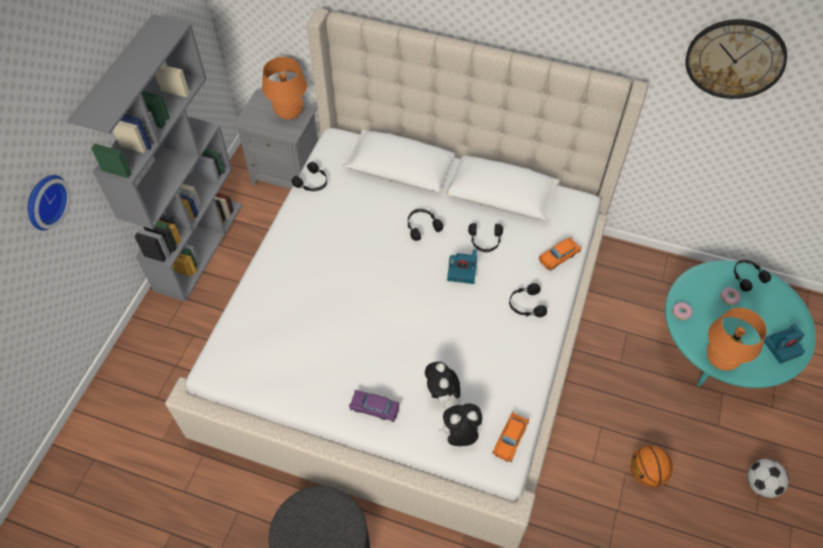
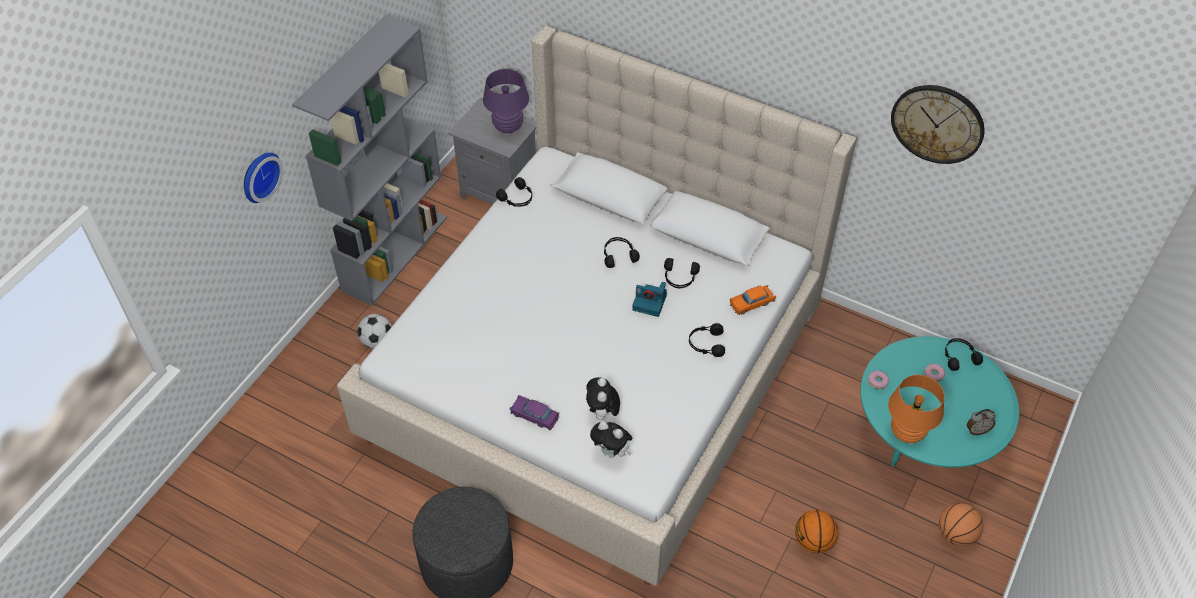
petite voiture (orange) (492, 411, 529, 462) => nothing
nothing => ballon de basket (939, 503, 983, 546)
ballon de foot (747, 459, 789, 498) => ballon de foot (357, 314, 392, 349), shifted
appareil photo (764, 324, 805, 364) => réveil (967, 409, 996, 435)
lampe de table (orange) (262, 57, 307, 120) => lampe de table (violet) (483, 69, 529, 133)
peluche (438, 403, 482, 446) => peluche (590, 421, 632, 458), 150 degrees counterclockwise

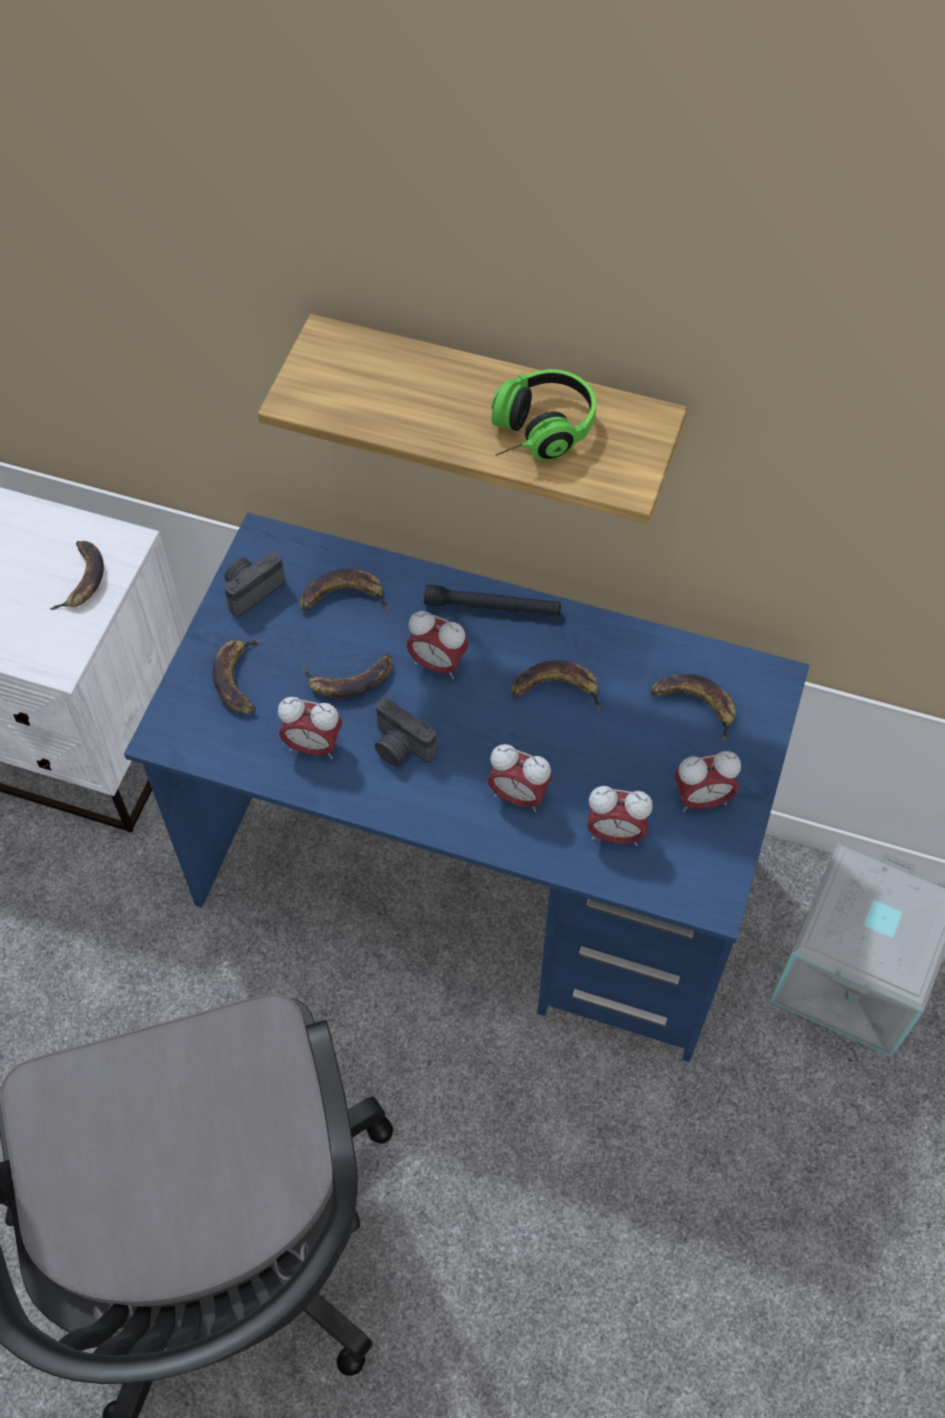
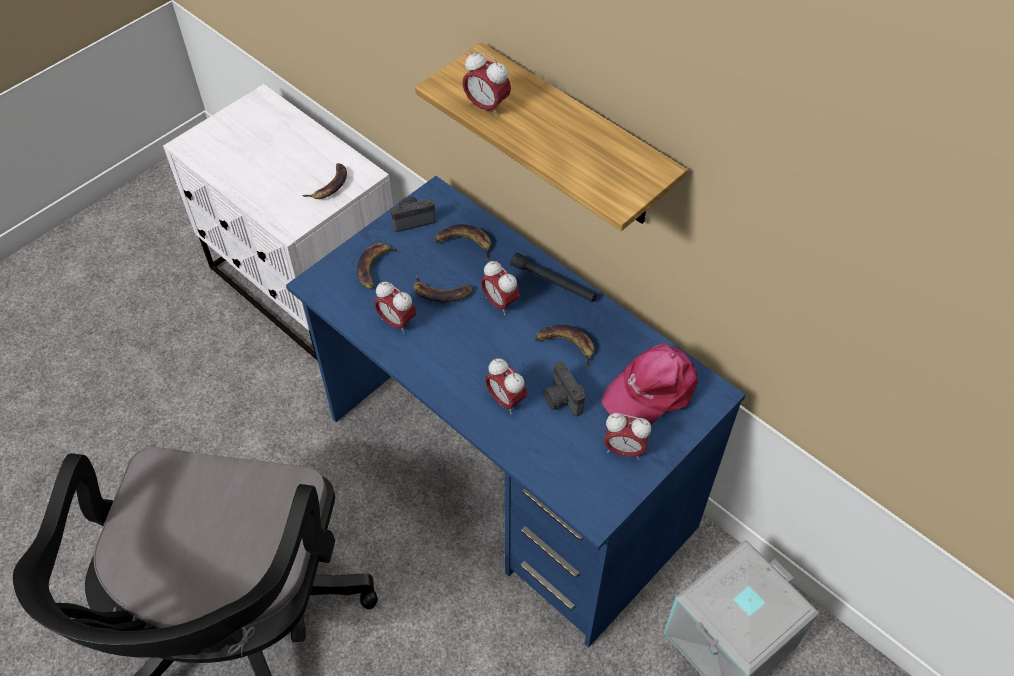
casque audio (491, 369, 597, 461) => nothing
appareil photo (375, 697, 437, 766) => appareil photo (543, 361, 585, 416), shifted
réveil (587, 786, 653, 846) => réveil (462, 51, 511, 118), shifted
banane (650, 674, 736, 742) => casquette (rose) (601, 343, 698, 425)

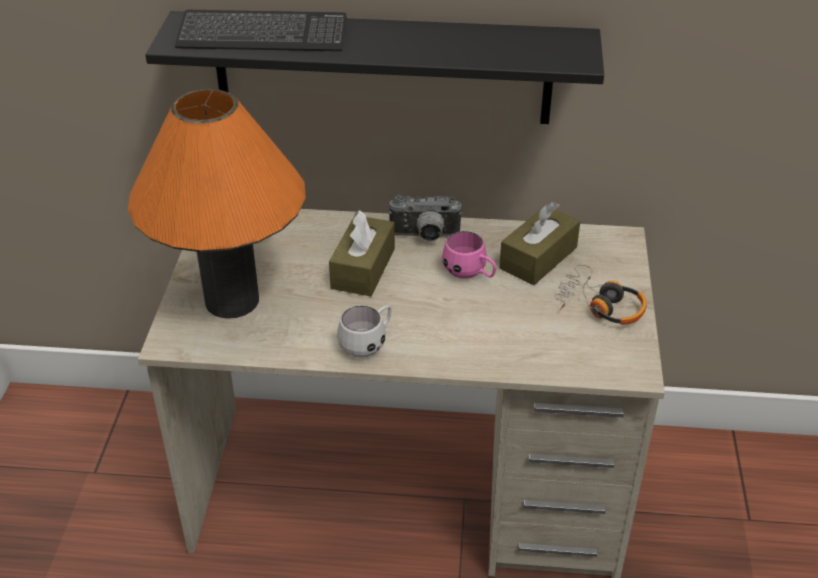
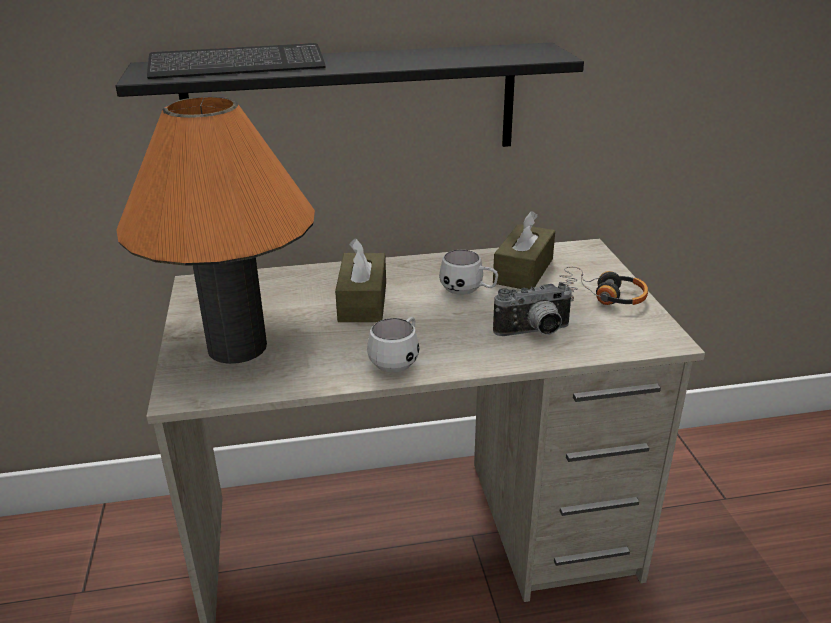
appareil photo (388, 195, 462, 242) => appareil photo (493, 283, 574, 336), shifted
mug (rose) (442, 231, 497, 279) => mug (blanc) (439, 250, 498, 295)

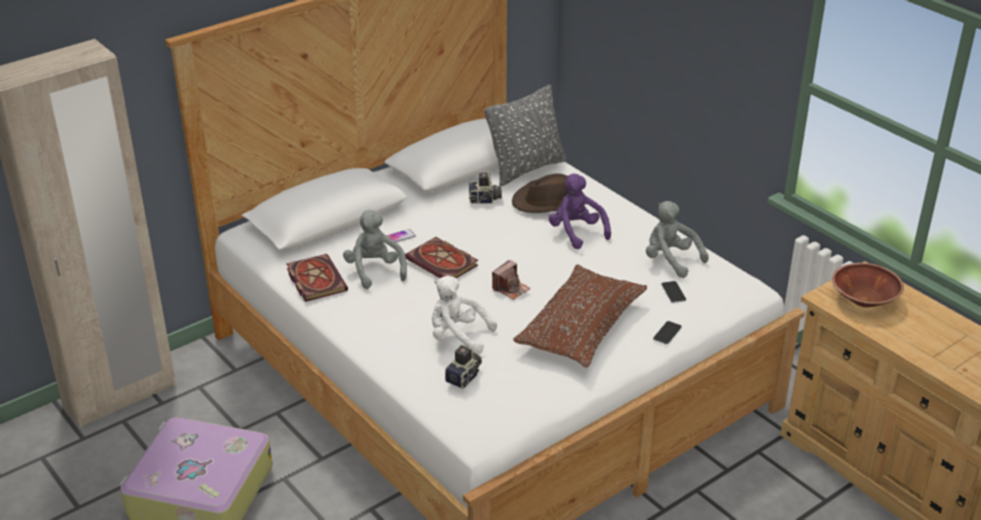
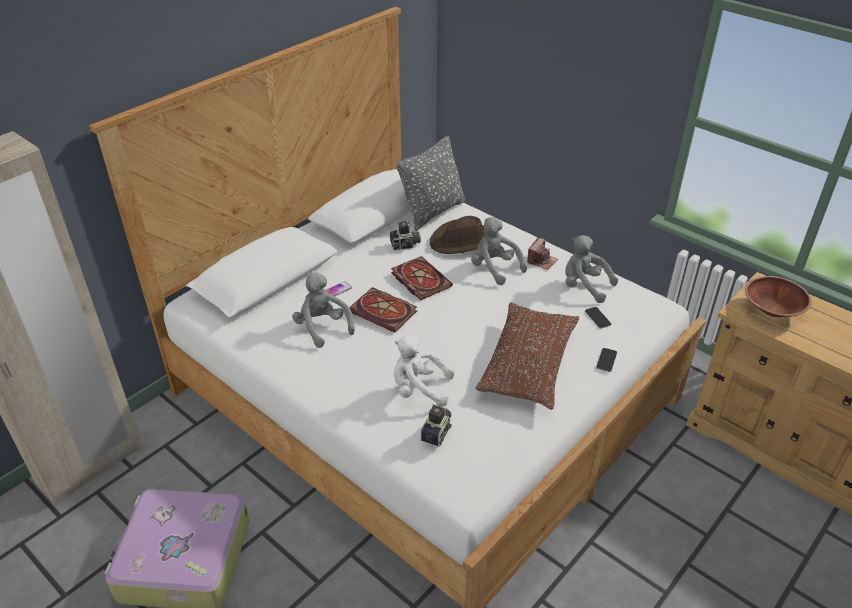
livre (286, 254, 348, 302) => livre (391, 256, 453, 301), shifted
appareil photo (492, 260, 531, 300) => appareil photo (527, 238, 558, 270), shifted
peluche (violet) (549, 174, 611, 249) => peluche (gris) (471, 217, 527, 285)

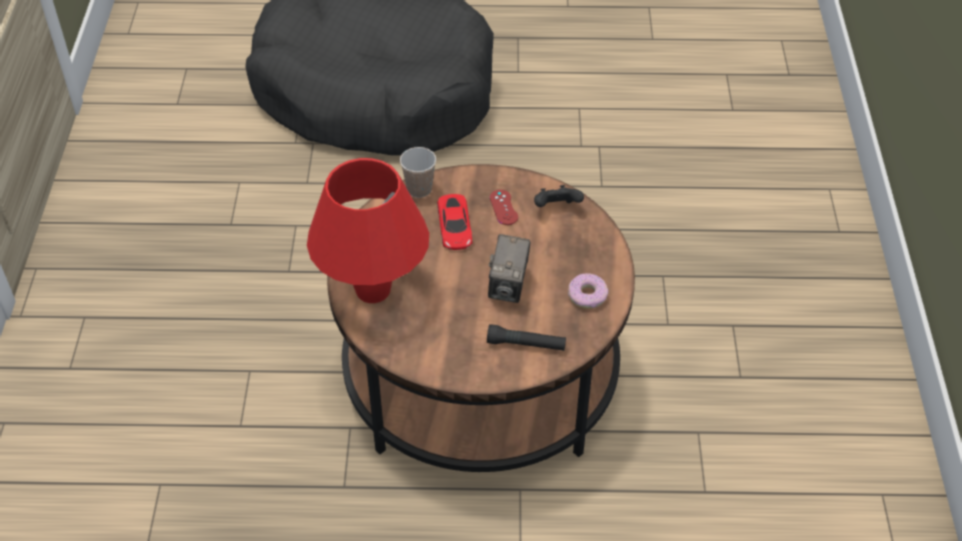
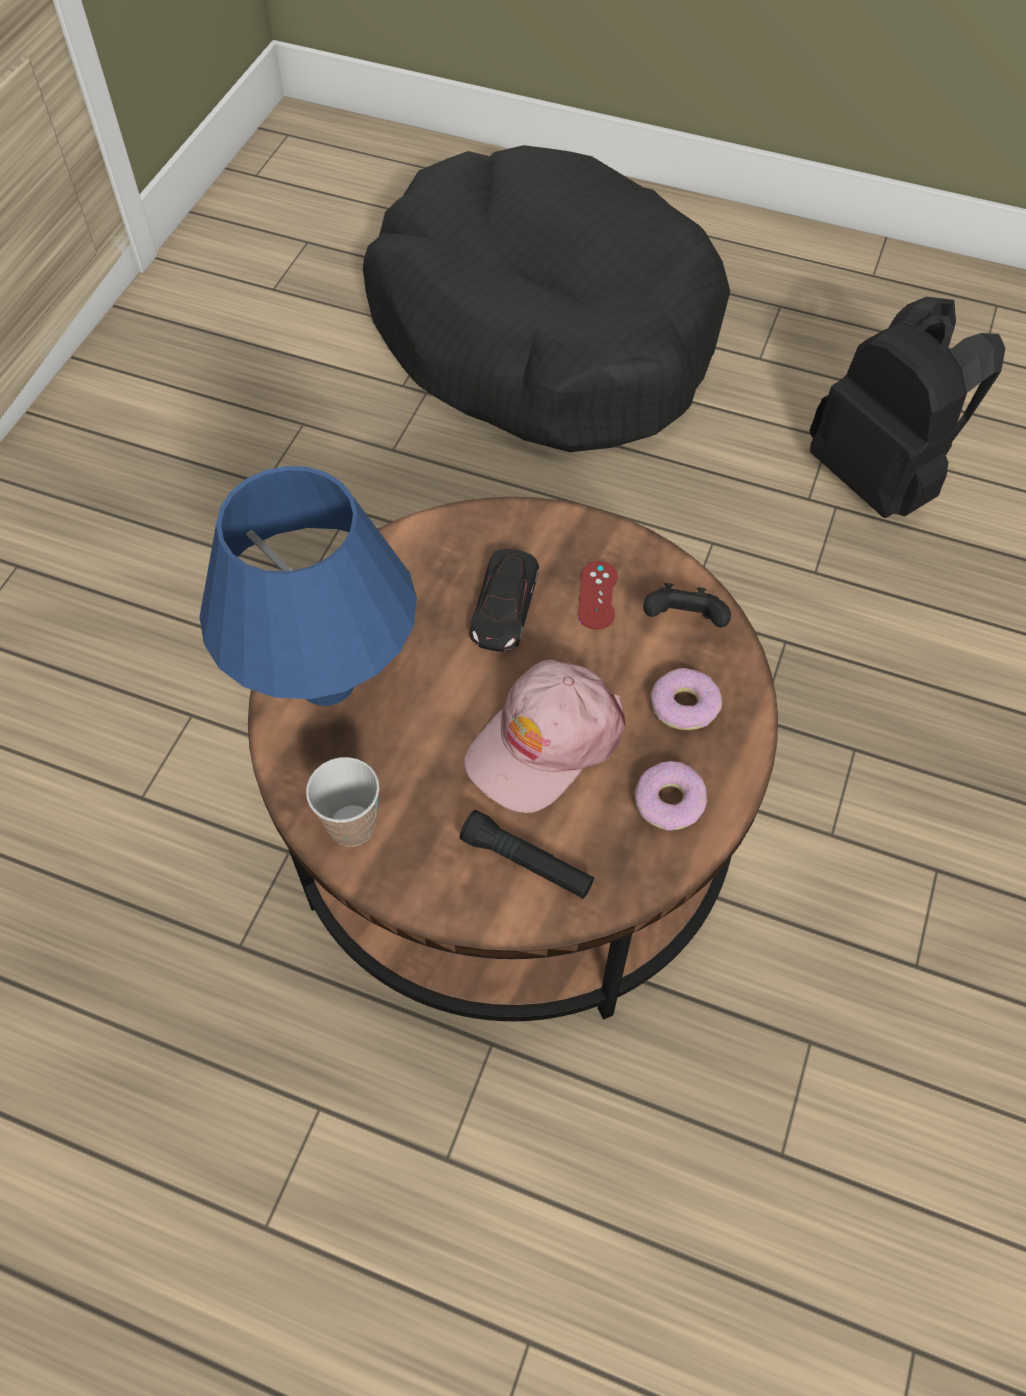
nothing => beignet (651, 668, 722, 730)
nothing => sac à dos (noir) (810, 297, 1005, 518)
tasse (400, 147, 436, 198) => tasse (306, 757, 379, 847), shifted
appareil photo (488, 234, 531, 303) => casquette (rose) (464, 659, 626, 813)
lampe de table (rouge) (307, 158, 429, 303) => lampe de table (bleu) (200, 466, 417, 706)
petite voiture (rouge) (437, 194, 472, 250) => petite voiture (noir) (470, 549, 539, 652)

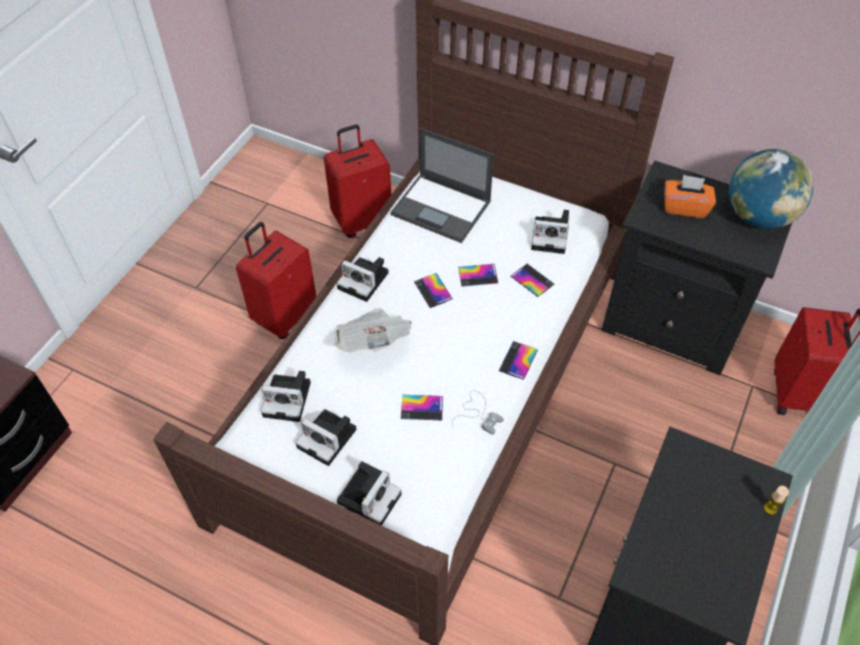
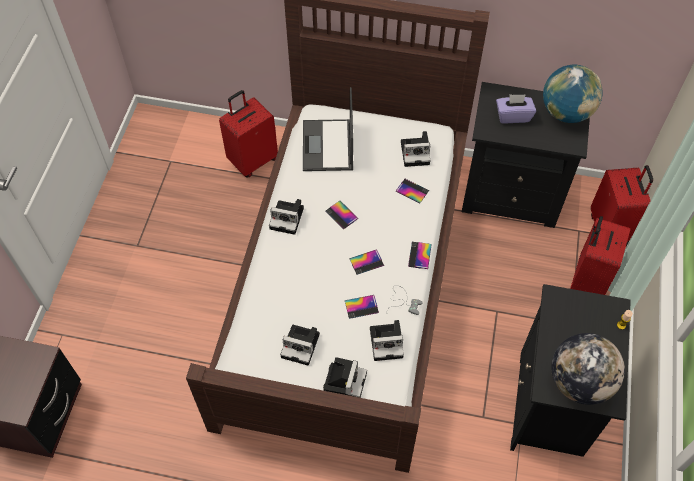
journal (335, 308, 412, 352) => nothing
nothing => globe (551, 333, 625, 405)
valise (rouge) (236, 222, 316, 339) => valise (rouge) (570, 216, 631, 295), shifted
appareil photo (261, 371, 311, 422) => appareil photo (370, 320, 404, 361), shifted
téléphone (458, 264, 498, 287) => téléphone (349, 249, 384, 275), shifted
boîte à mouchoirs (orange) (664, 175, 716, 218) => boîte à mouchoirs (violet) (496, 94, 536, 124)
ordinateur portable (390, 128, 494, 243) => ordinateur portable (303, 87, 353, 171), 75 degrees clockwise

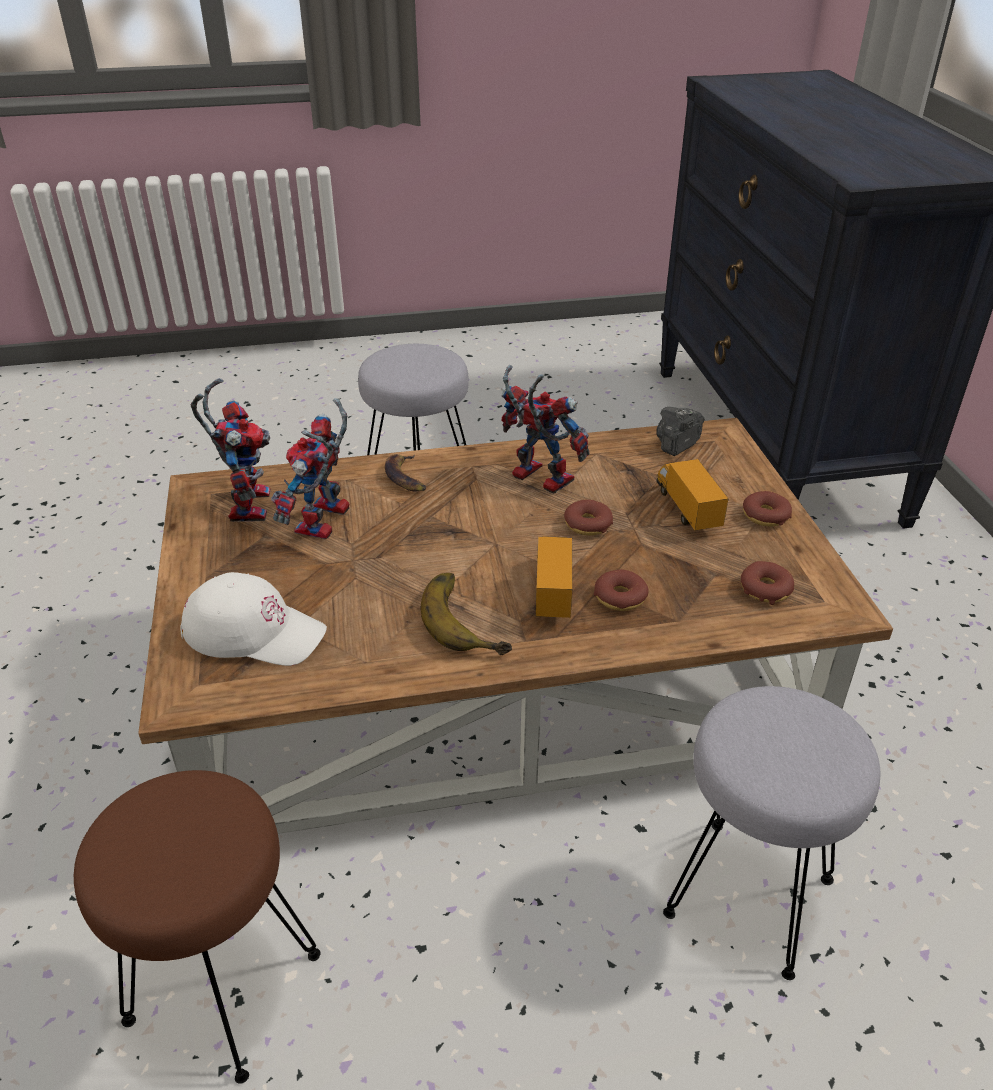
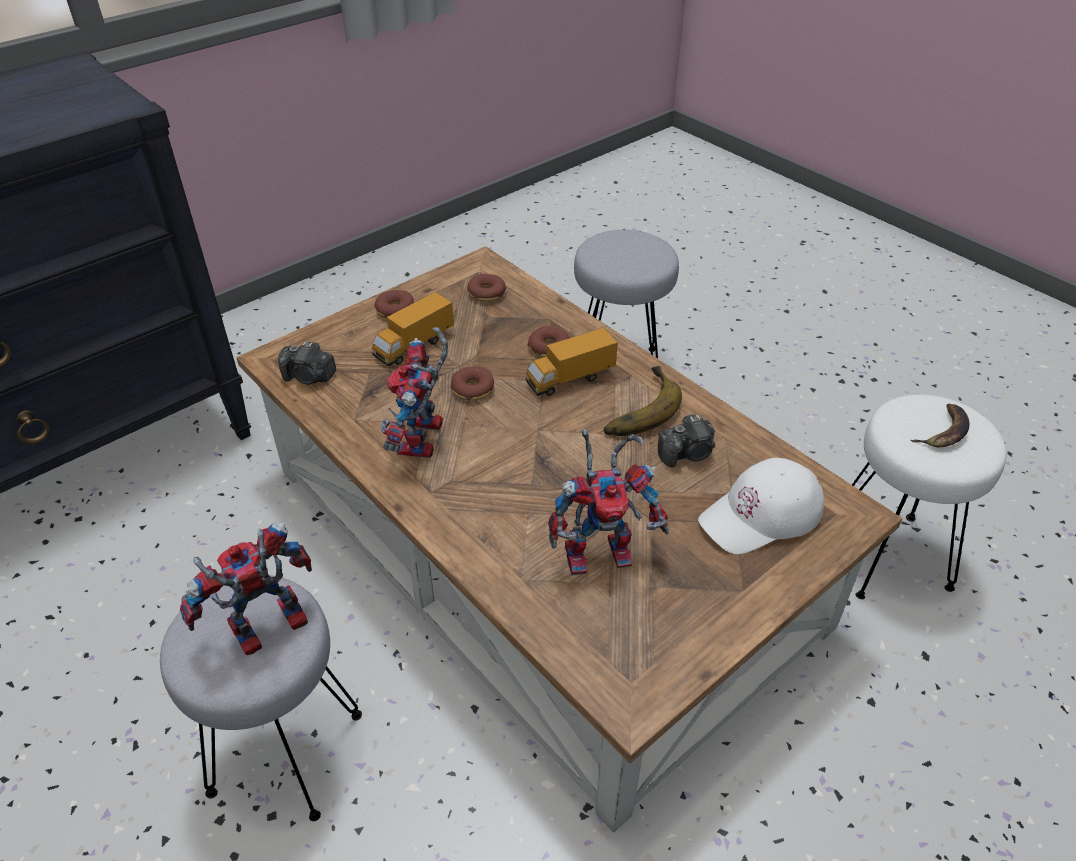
nothing => appareil photo (658, 414, 715, 467)
robot jouet (191, 378, 271, 522) => robot jouet (180, 522, 312, 655), shifted
banane (385, 454, 426, 492) => banane (911, 404, 970, 447), shifted
tabouret (marron) (74, 770, 320, 1084) => tabouret (blanc) (852, 395, 1006, 599)
casquette (blanc) (180, 572, 327, 666) => casquette (blanc) (698, 458, 824, 555), 105 degrees counterclockwise

